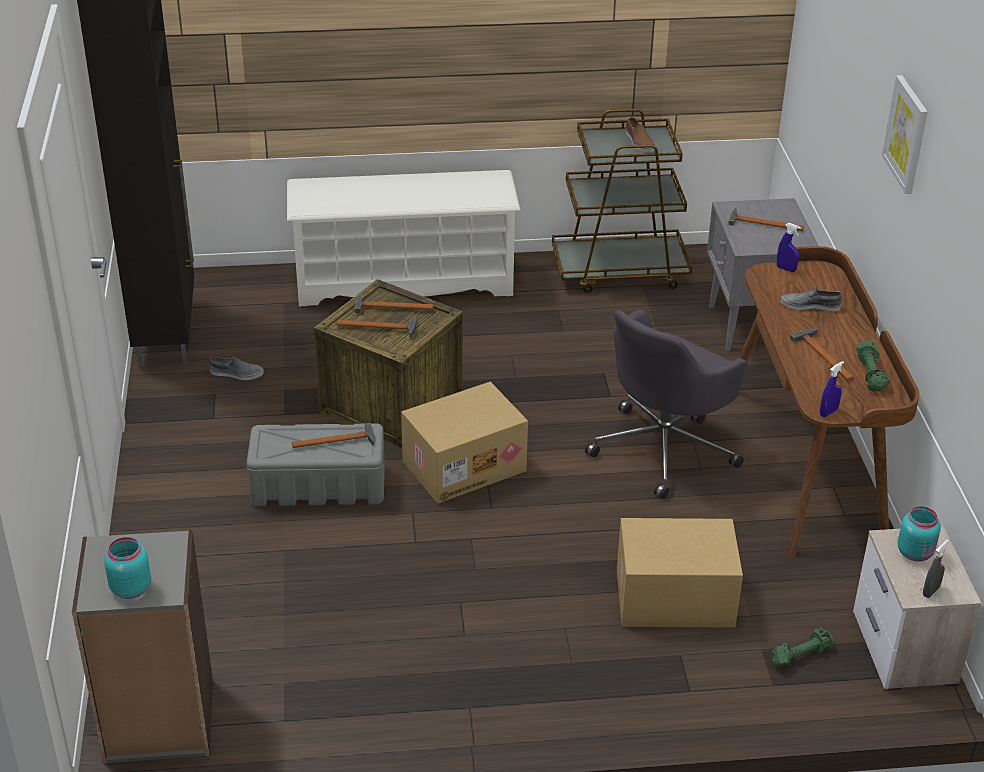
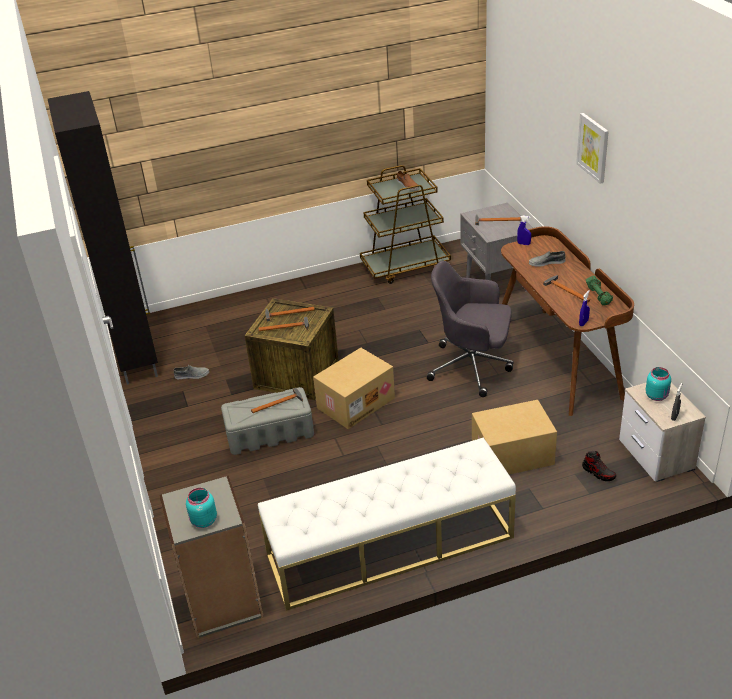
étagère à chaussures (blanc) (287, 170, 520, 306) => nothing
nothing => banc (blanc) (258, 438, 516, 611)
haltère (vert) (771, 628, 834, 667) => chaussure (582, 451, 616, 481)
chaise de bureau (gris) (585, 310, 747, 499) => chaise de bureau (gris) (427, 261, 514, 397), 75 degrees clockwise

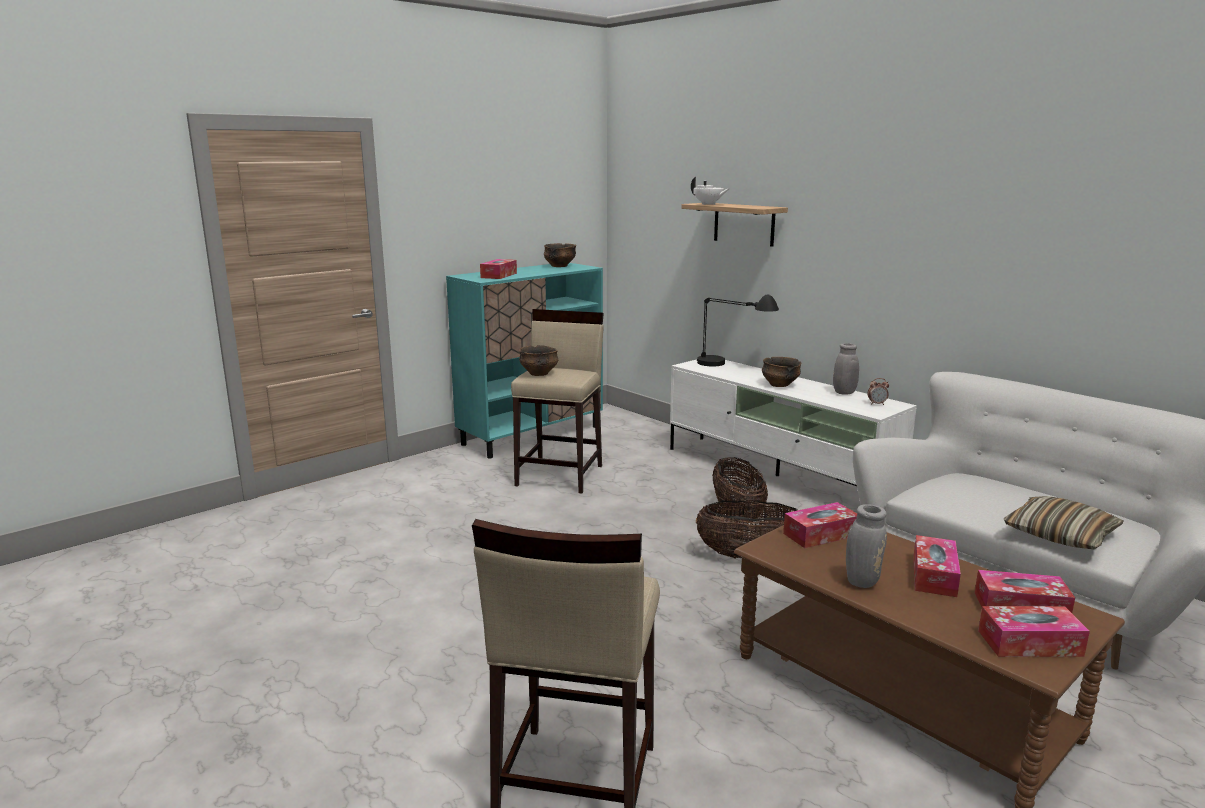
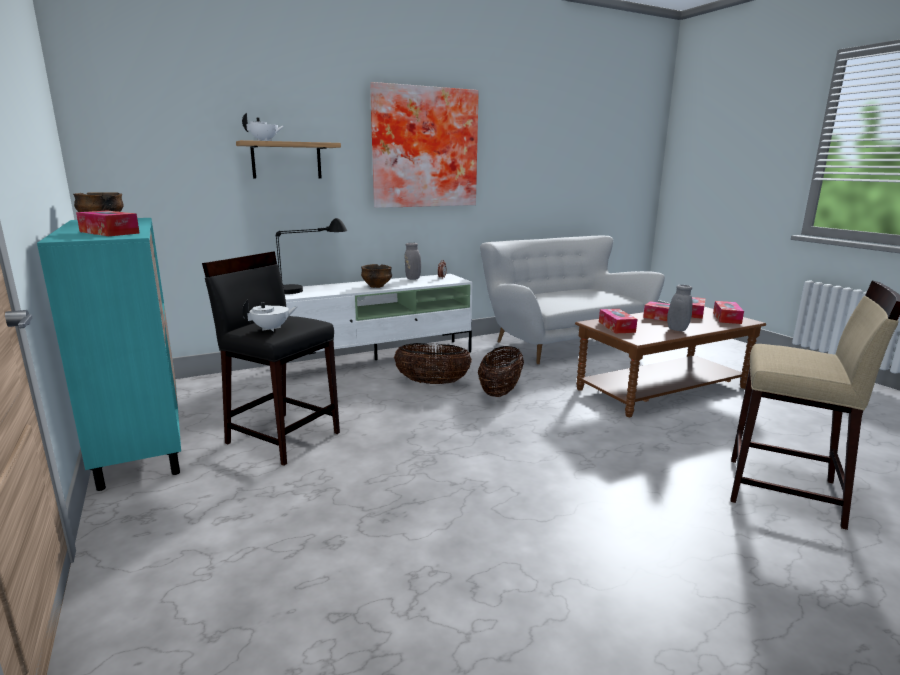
coussin (1004, 496, 1123, 549) => nothing
nothing => tableau (370, 82, 479, 208)
bol (519, 345, 558, 376) => théière (blanc) (242, 300, 298, 332)
tabouret (beige) (511, 309, 604, 494) => tabouret (noir) (202, 251, 340, 466)

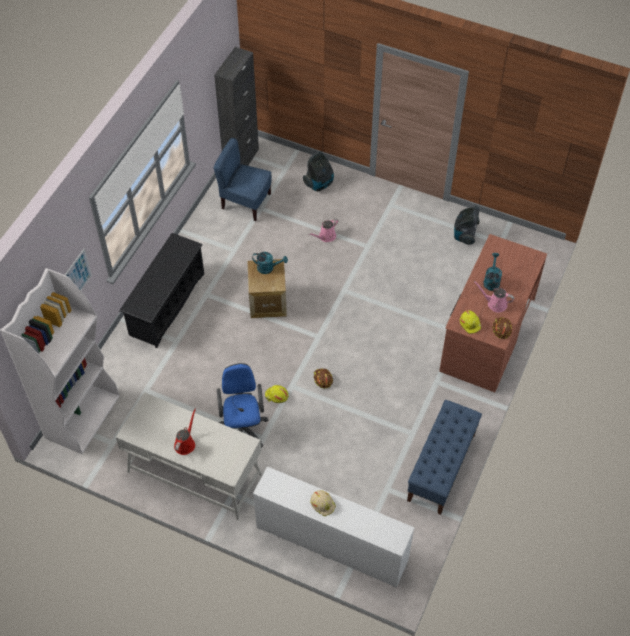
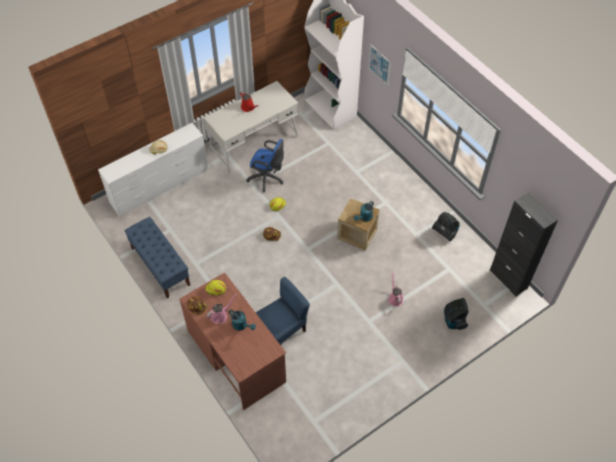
étagère à chaussures (noir) (119, 233, 204, 348) => nothing
chaise (bleu) (213, 138, 272, 221) => chaise (bleu) (256, 277, 310, 345), shifted
aspirateur (454, 206, 480, 245) => aspirateur (432, 212, 460, 241), shifted

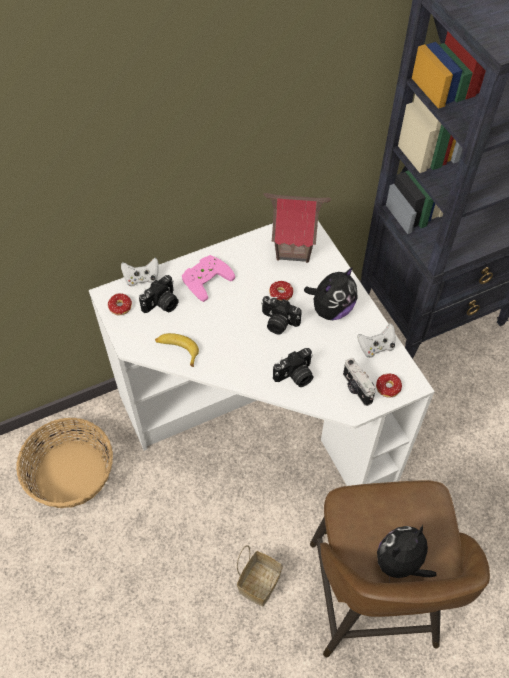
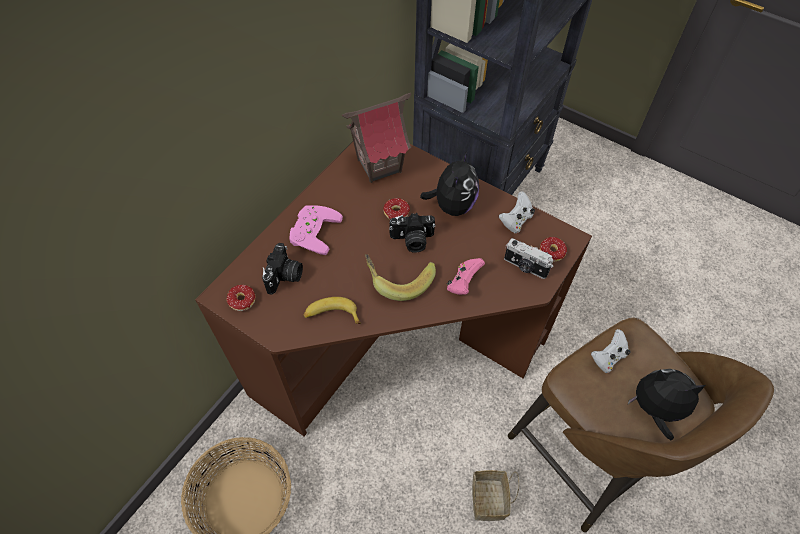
nothing => banane (365, 254, 436, 301)
manette (blanc) (121, 258, 159, 287) => manette (blanc) (591, 329, 631, 373), shifted
appareil photo (273, 348, 313, 387) => manette (rose) (447, 258, 485, 295)
bureau (blanc) (89, 221, 435, 486) => bureau (marron) (195, 141, 592, 436)
peluche (377, 525, 436, 580) => peluche (628, 369, 706, 441), 90 degrees clockwise

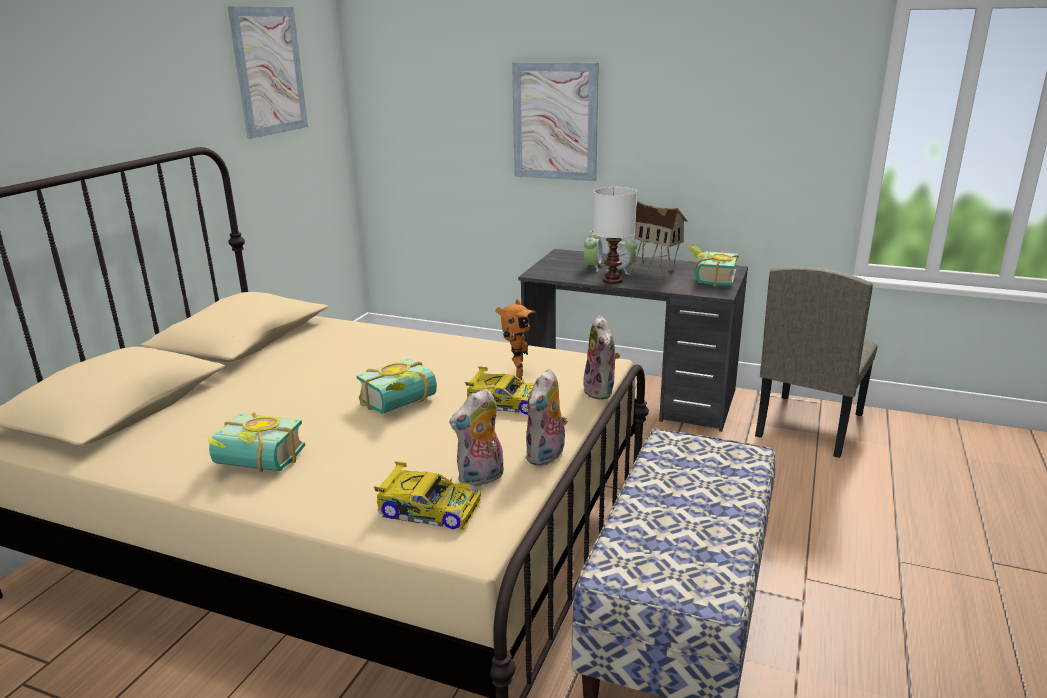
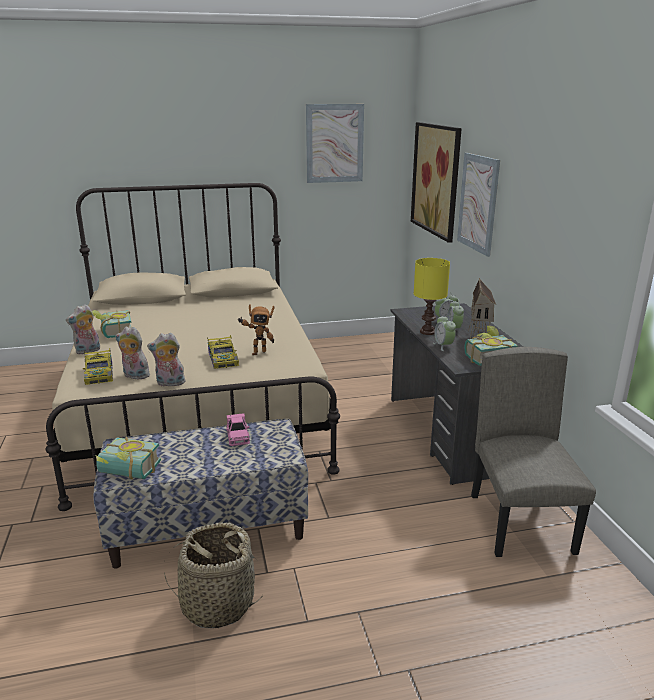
nothing => panier (164, 522, 263, 628)
nothing => petite voiture (rose) (226, 413, 250, 446)
nothing => tableau (411, 122, 462, 243)
nothing => réveil (433, 314, 456, 351)
livre (356, 358, 437, 414) => livre (95, 437, 161, 479), shifted
peluche (583, 315, 620, 400) => peluche (66, 304, 100, 355), shifted
lampe de table (blanc) (593, 187, 637, 284) => lampe de table (jaune) (414, 258, 450, 335)
chaise (beige) (755, 266, 878, 458) => chaise (beige) (471, 347, 596, 557), 90 degrees clockwise

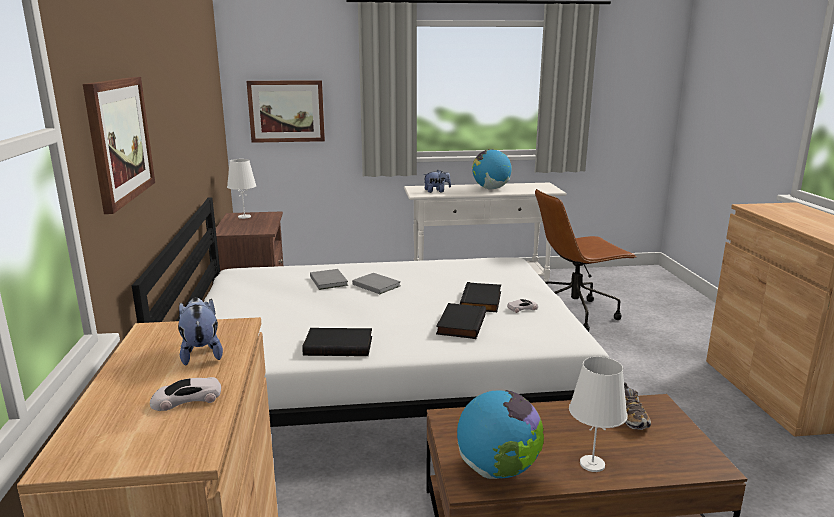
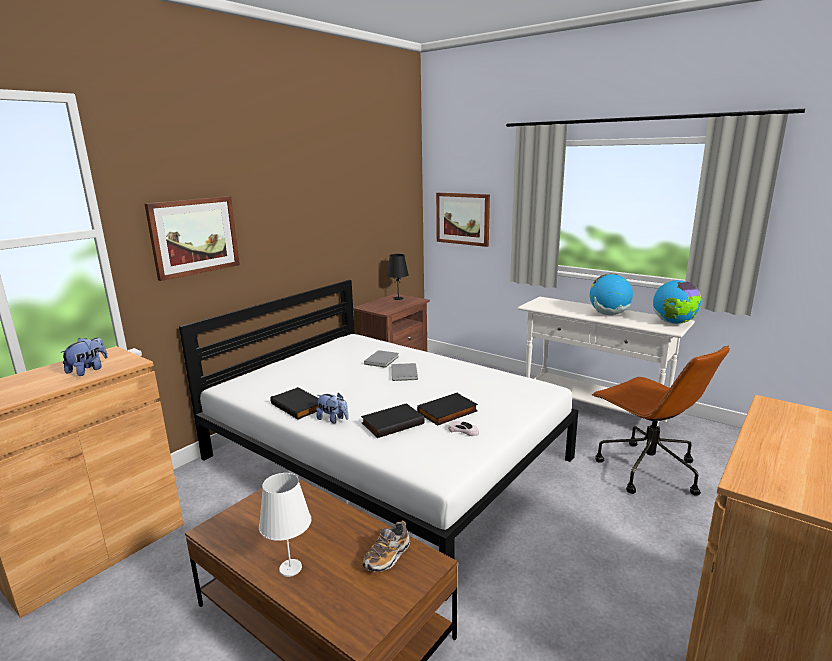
petite voiture (blanc) (150, 377, 221, 411) => nothing
peluche (423, 170, 451, 193) => peluche (316, 393, 349, 424), shifted
globe (457, 390, 544, 479) => globe (653, 280, 701, 324), shifted
lampe de table (blanc) (227, 159, 256, 219) => lampe de table (noir) (387, 254, 409, 300)
chaise de bureau (marron) (535, 189, 636, 332) => chaise de bureau (marron) (592, 345, 730, 496), 150 degrees counterclockwise

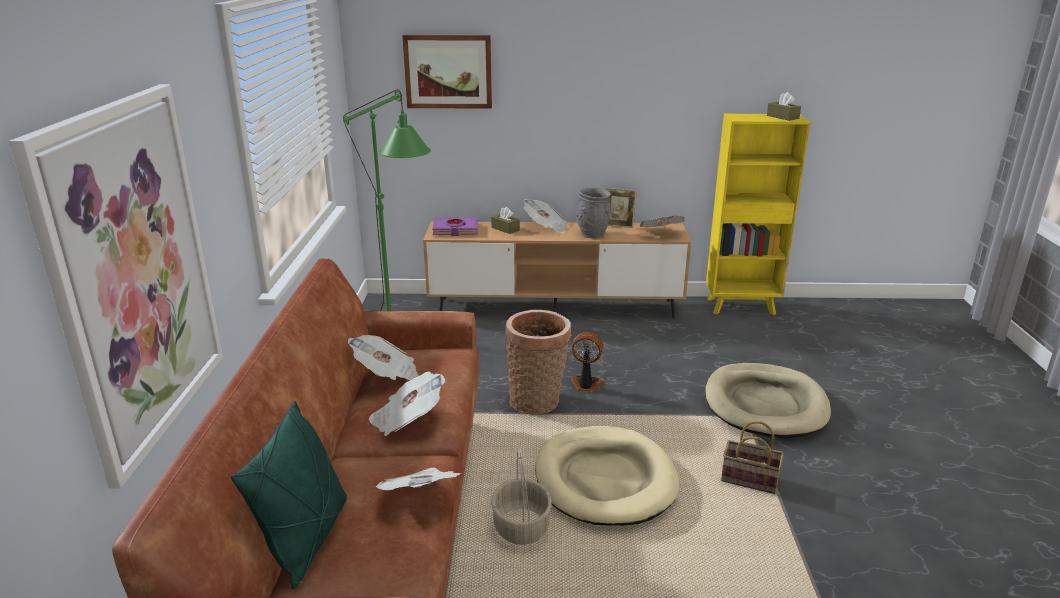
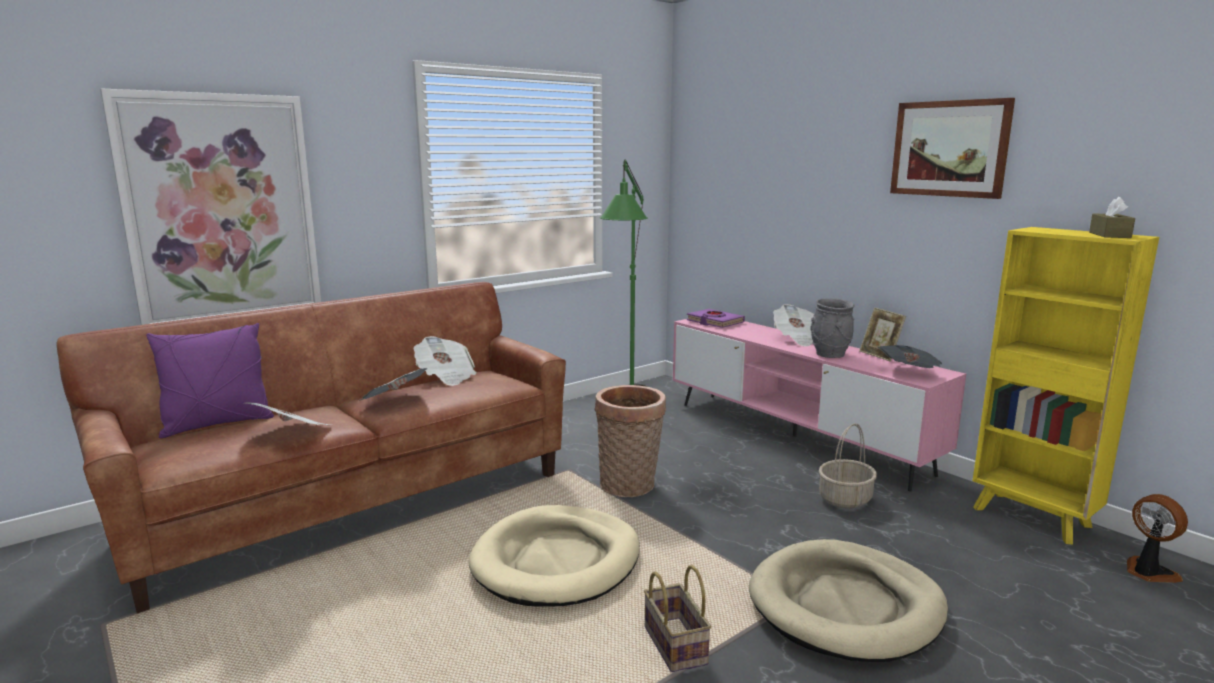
boîte à mouchoirs (marron) (491, 207, 520, 234) => nothing
tableau (402, 35, 492, 109) => tableau (890, 98, 1015, 199), shifted
panier (491, 448, 552, 545) => panier (819, 423, 877, 509), shifted
ventilateur (571, 332, 604, 392) => ventilateur (1127, 494, 1188, 583), shifted
coussin (vert) (231, 401, 347, 590) => coussin (violet) (146, 323, 274, 438)
meuble télé (marron) (423, 221, 691, 318) => meuble télé (rose) (673, 319, 966, 492)

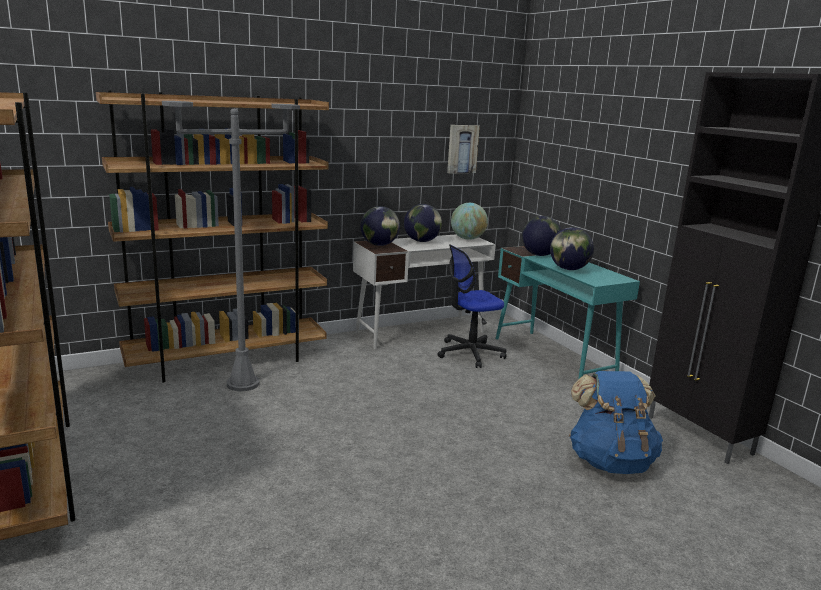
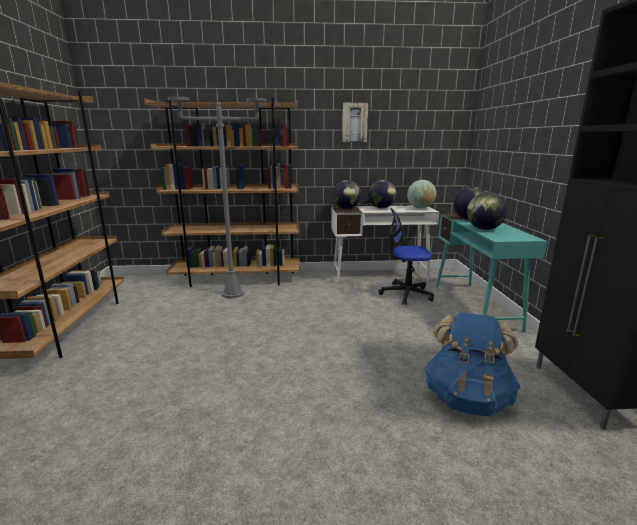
tableau (447, 125, 480, 174) => tableau (342, 103, 368, 142), shifted

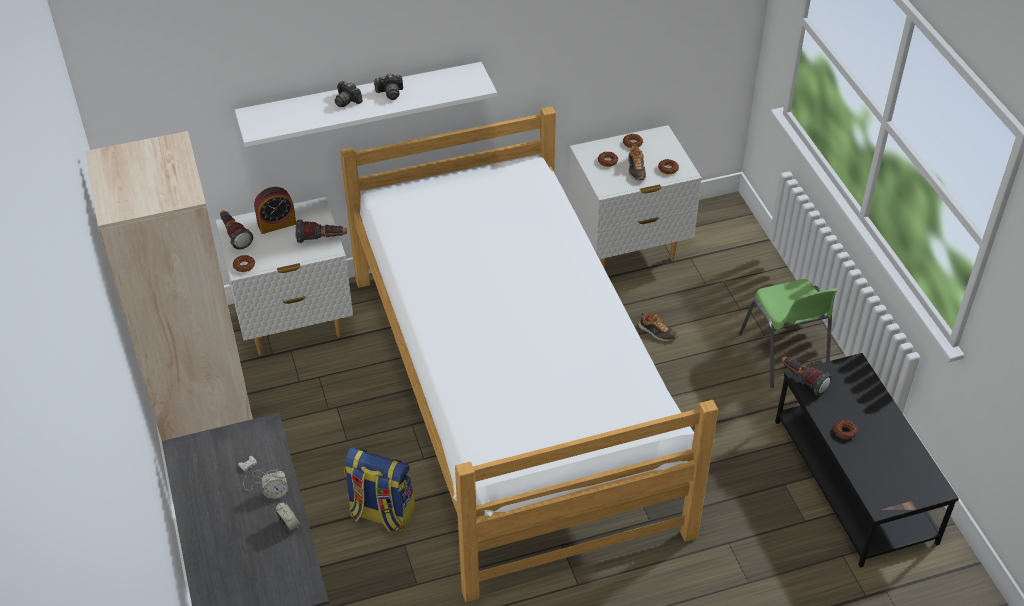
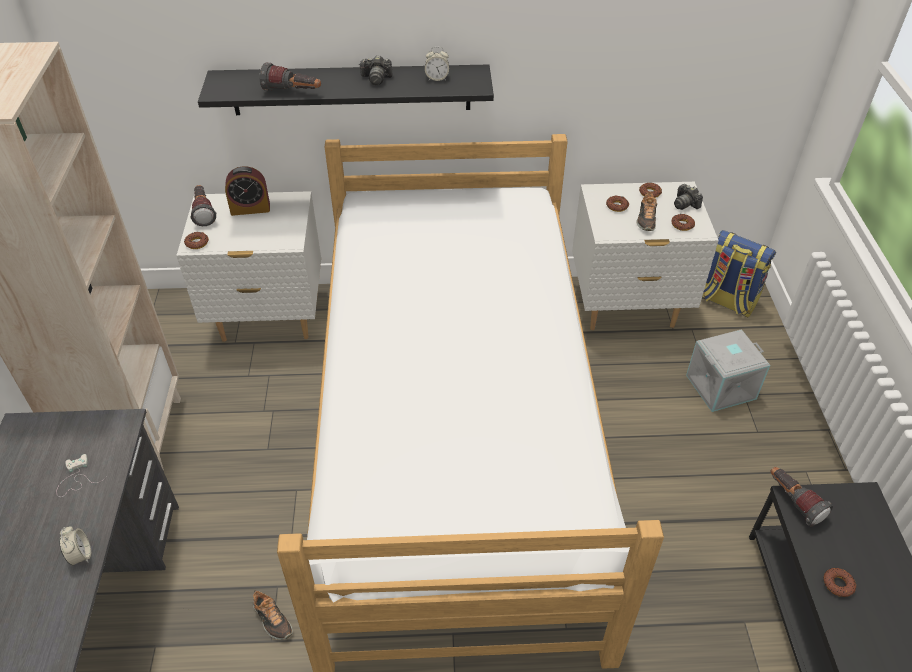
chaise (vert) (739, 279, 837, 388) => nothing
nothing => boîte de rangement (gris) (686, 329, 771, 412)
réveil (262, 470, 288, 499) => réveil (425, 47, 449, 81), shifted
lampe de poche (295, 219, 347, 243) => lampe de poche (260, 62, 321, 91), shifted
appareil photo (335, 81, 363, 107) => appareil photo (674, 184, 703, 210), shifted
sac à dos (345, 448, 415, 533) => sac à dos (702, 230, 776, 317), shifted
chaussure (638, 313, 678, 341) => chaussure (253, 590, 293, 640), shifted
étagère (blanc) (235, 62, 497, 147) => étagère (noir) (198, 64, 494, 115)

